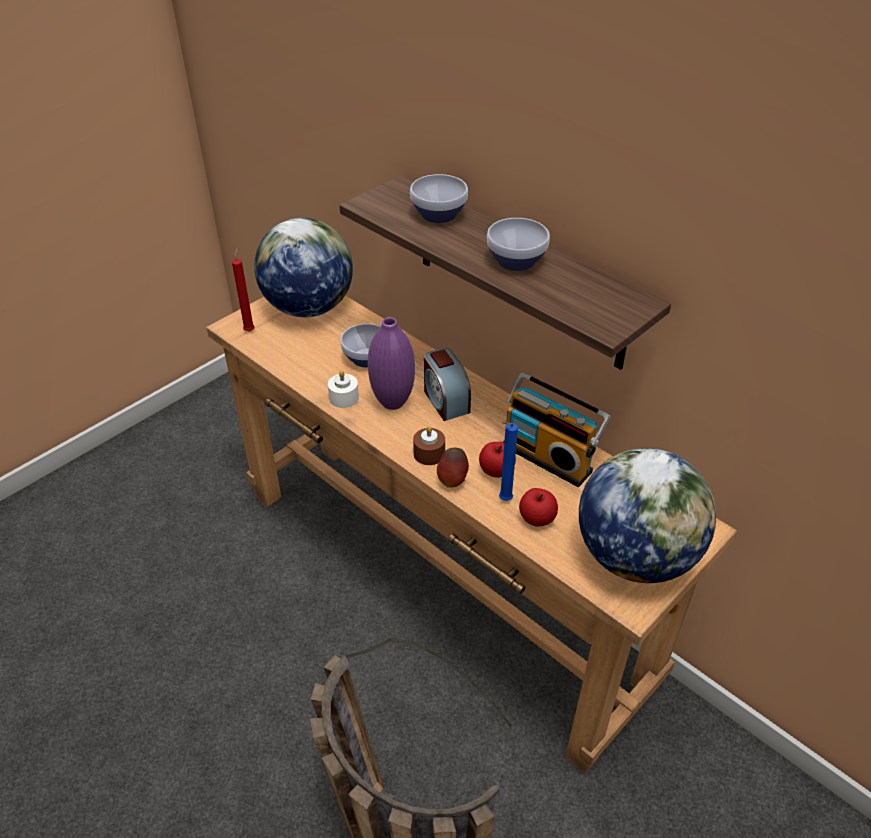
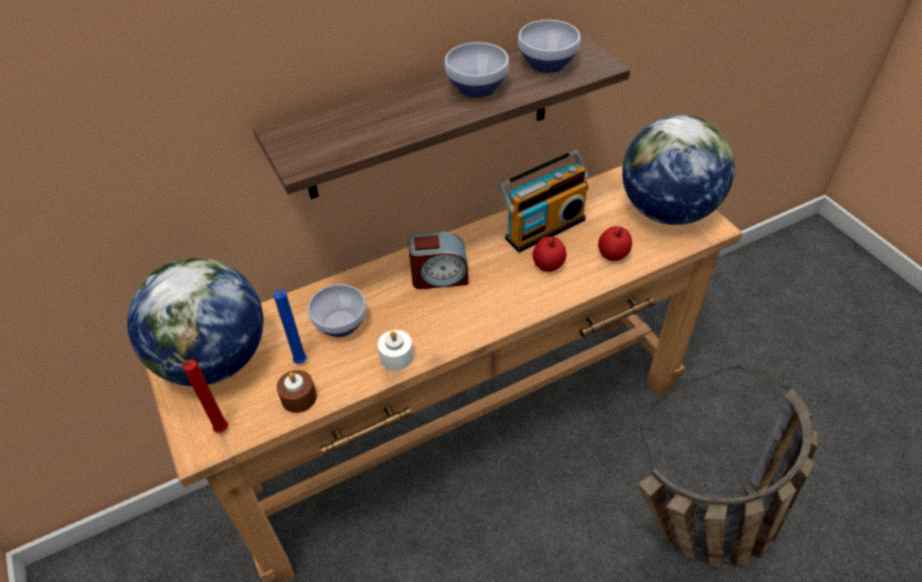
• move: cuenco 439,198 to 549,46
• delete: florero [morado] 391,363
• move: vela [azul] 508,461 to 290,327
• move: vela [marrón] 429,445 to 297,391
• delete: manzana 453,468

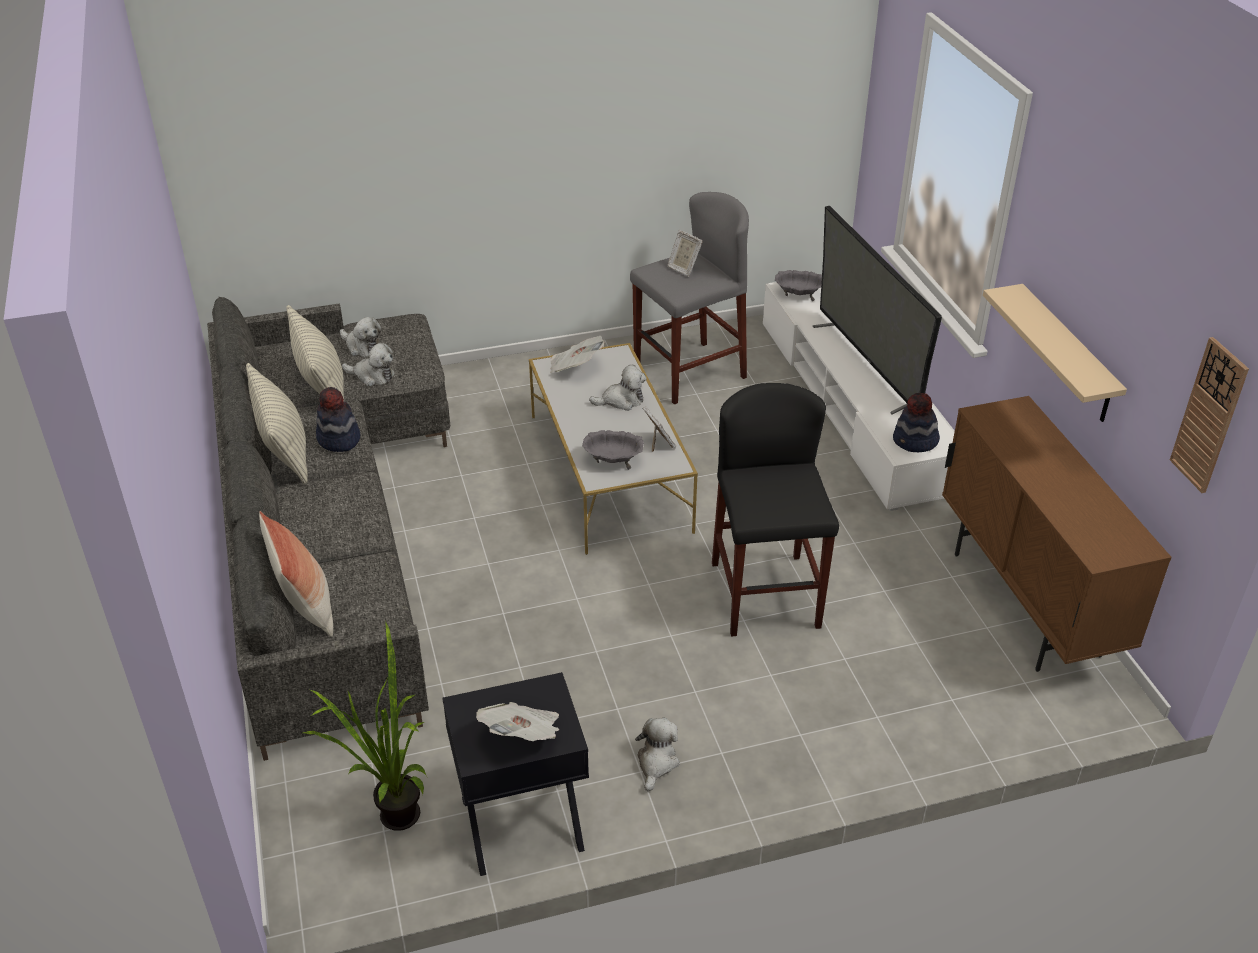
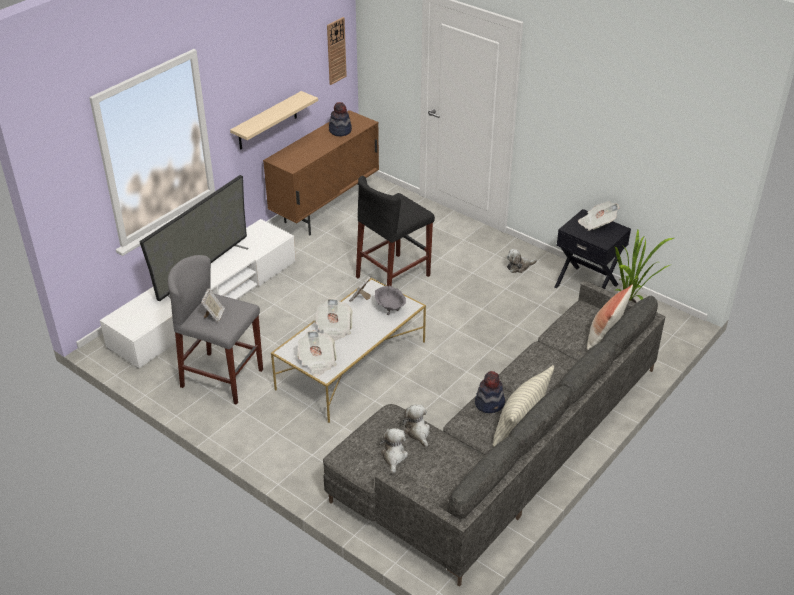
• delete: cuenco [gris] 798,285
• delete: cojín 315,353
• replace: peluche 618,388 to periódico 334,319
• move: sombrero 916,422 to 340,119

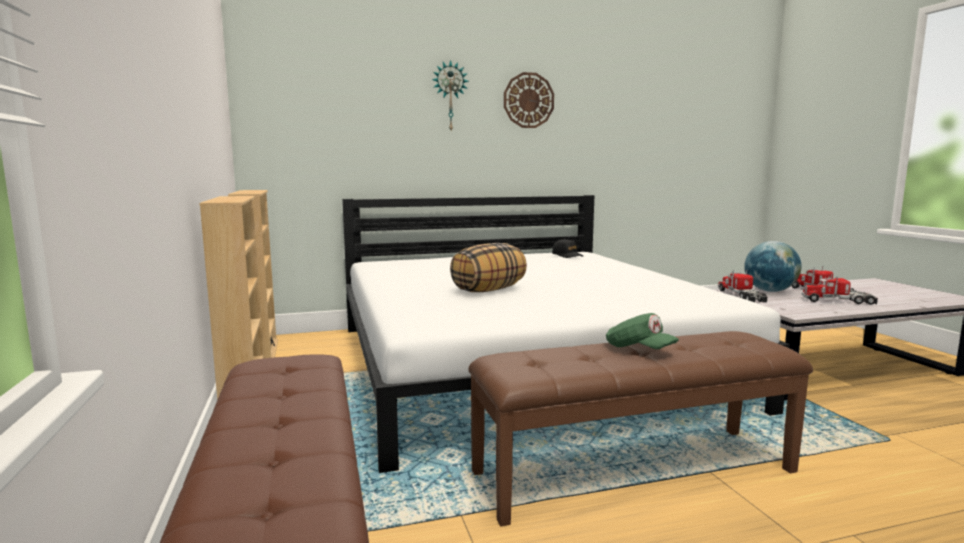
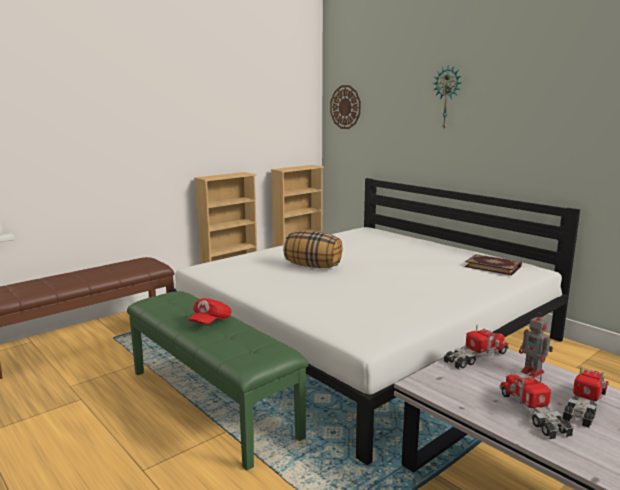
• move: reloj de pared 529,100 to 345,107
• replace: gorra [negro] 567,248 to libro 493,264
• replace: globo terráqueo 773,266 to robot de juguete 536,345
• recolor: gorra [verde] 642,331 to gorra [rojo] 210,311
• recolor: banco [marrón] 640,428 to banco [verde] 217,381

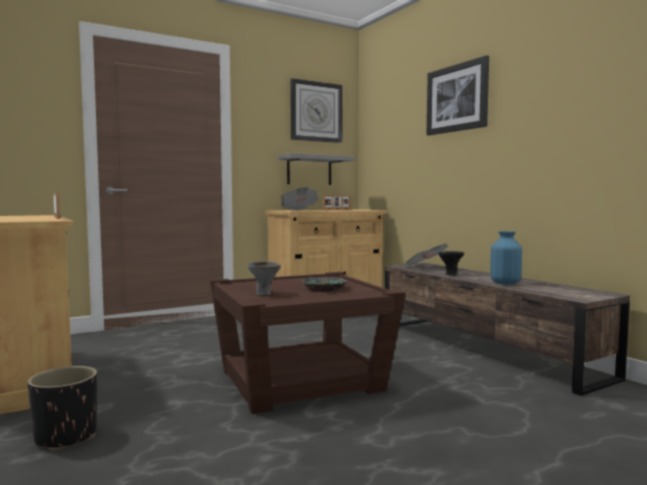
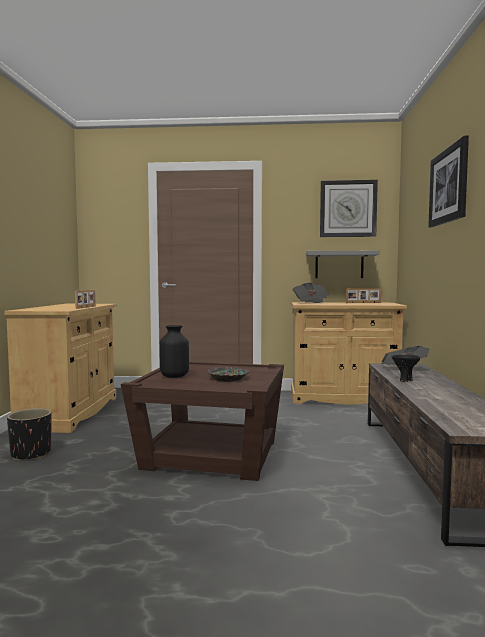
• delete: florero [azul] 506,258
• replace: cuenco [gris] 264,278 to florero [negro] 174,351

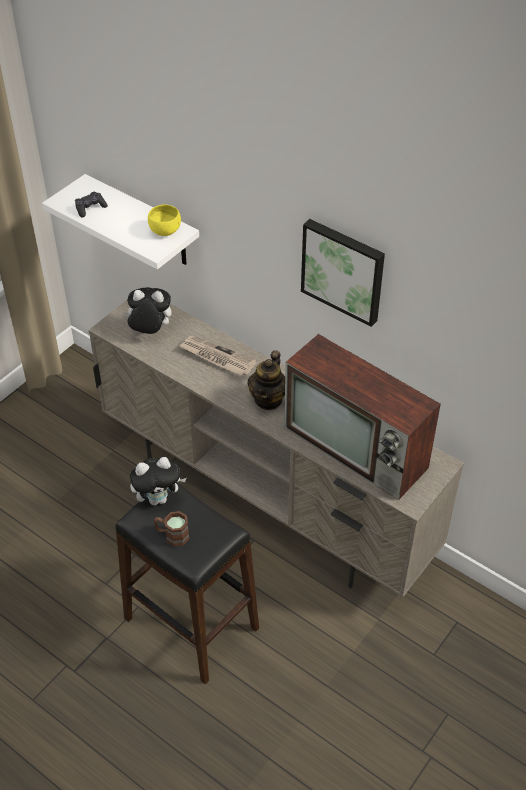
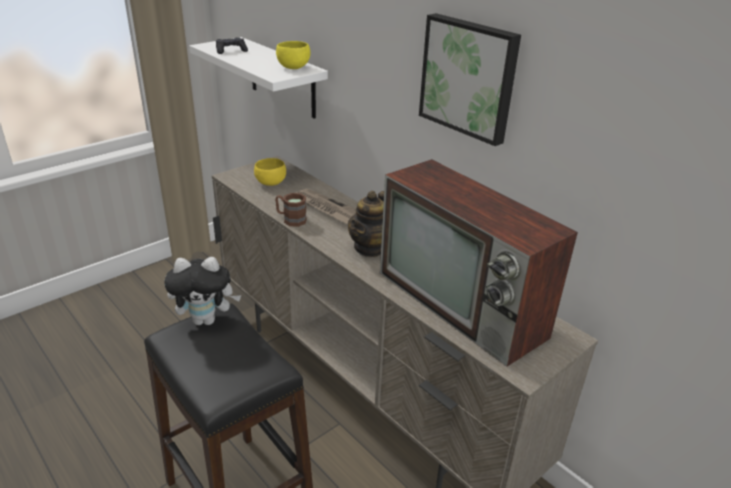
• replace: peluche 147,310 to cuenco [amarillo] 270,172
• move: taza grande [marrón] 171,528 to 291,210

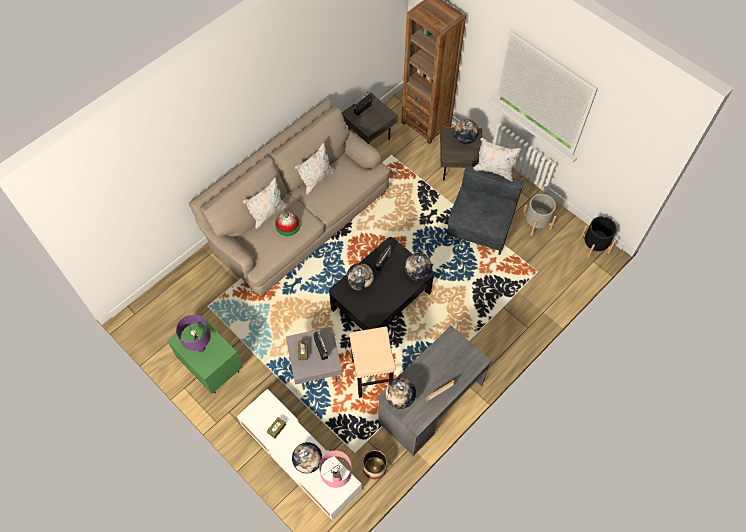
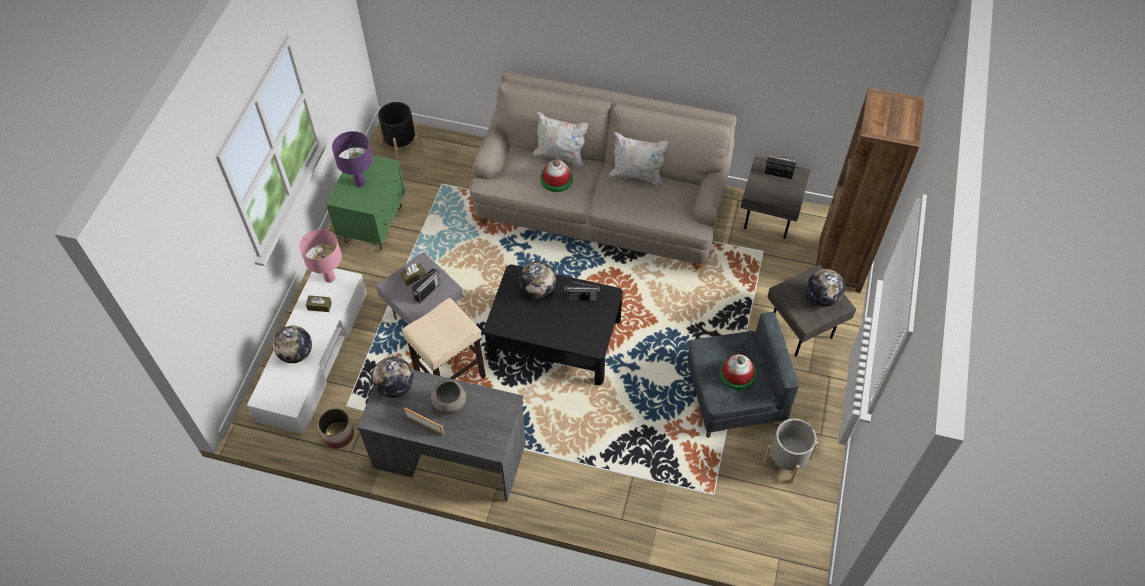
• delete: cojín [blanco] 497,159
• move: maceta [negro] 598,237 to 398,131
• delete: globo terráqueo 418,267
• move: lámpara de mesa [rosa] 335,469 to 320,256
• insert: sombrero 737,372
• insert: cuenco [gris] 448,397

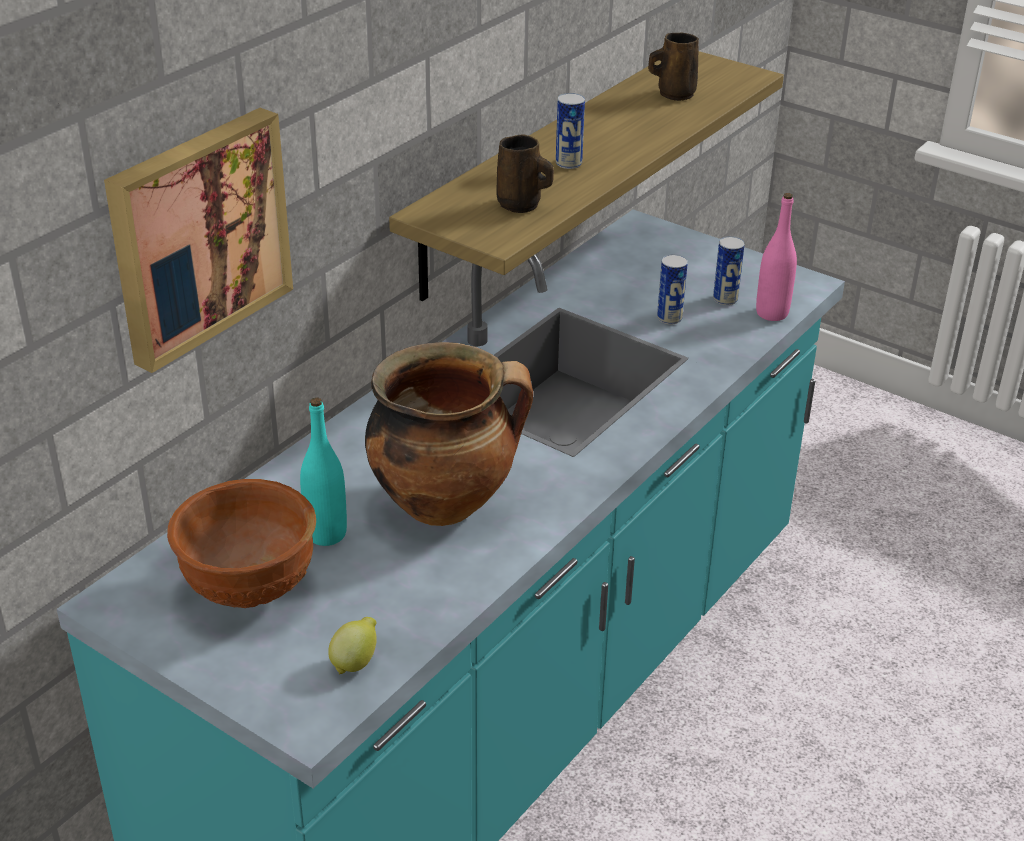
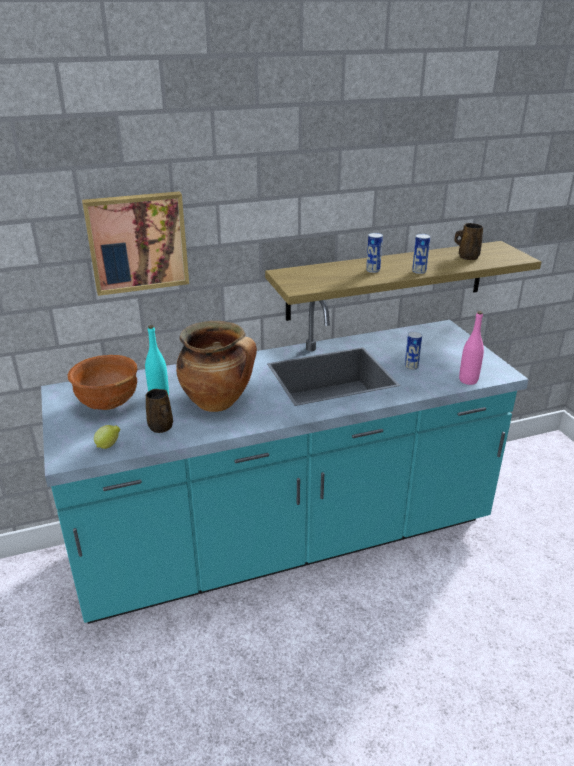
• move: taza grande [marrón] 525,173 to 159,411
• move: lata 729,270 to 421,254

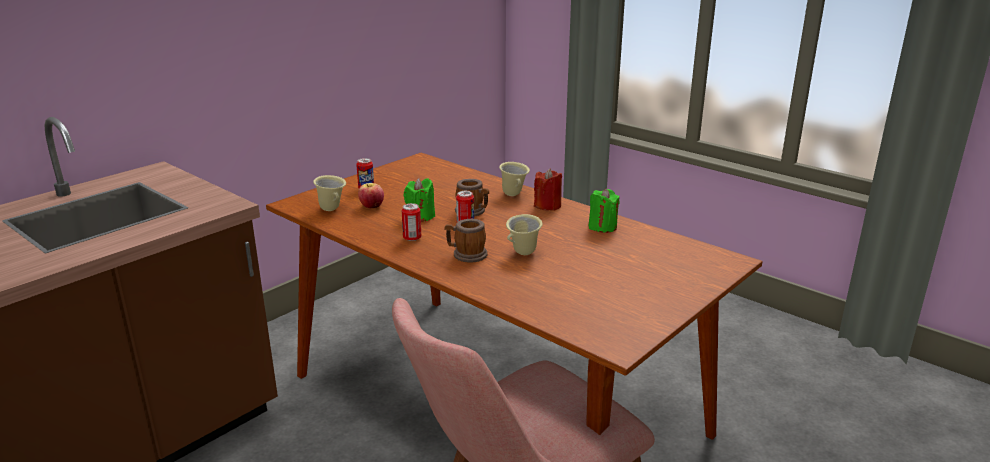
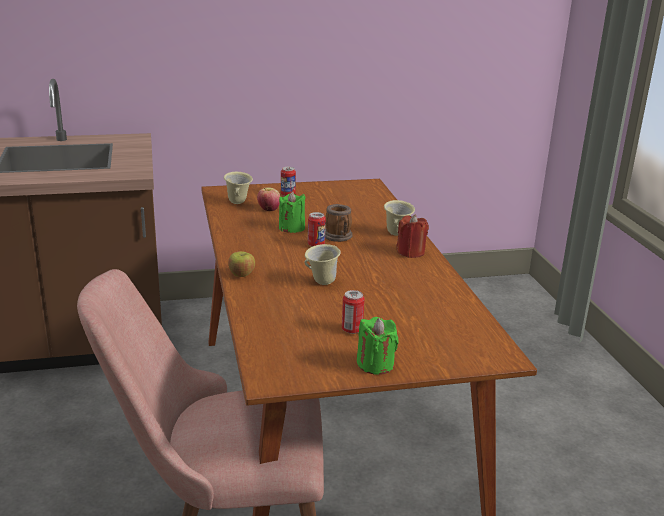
• move: vela [verde] 604,210 to 378,346
• move: lata 411,222 to 353,312
• delete: taza grande 466,240
• insert: manzana 241,264

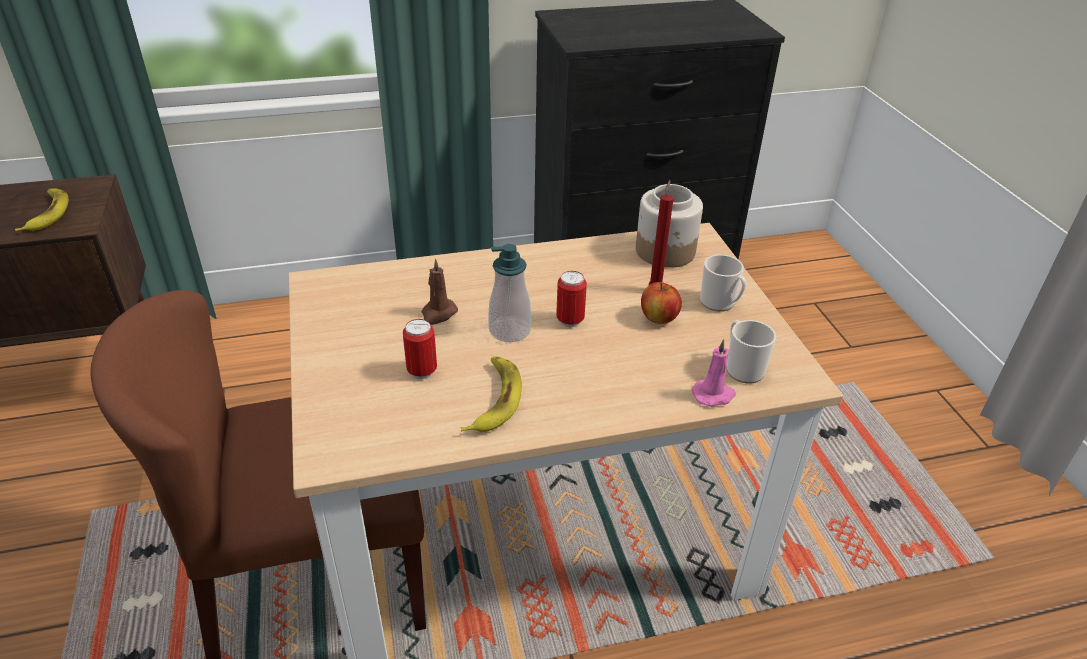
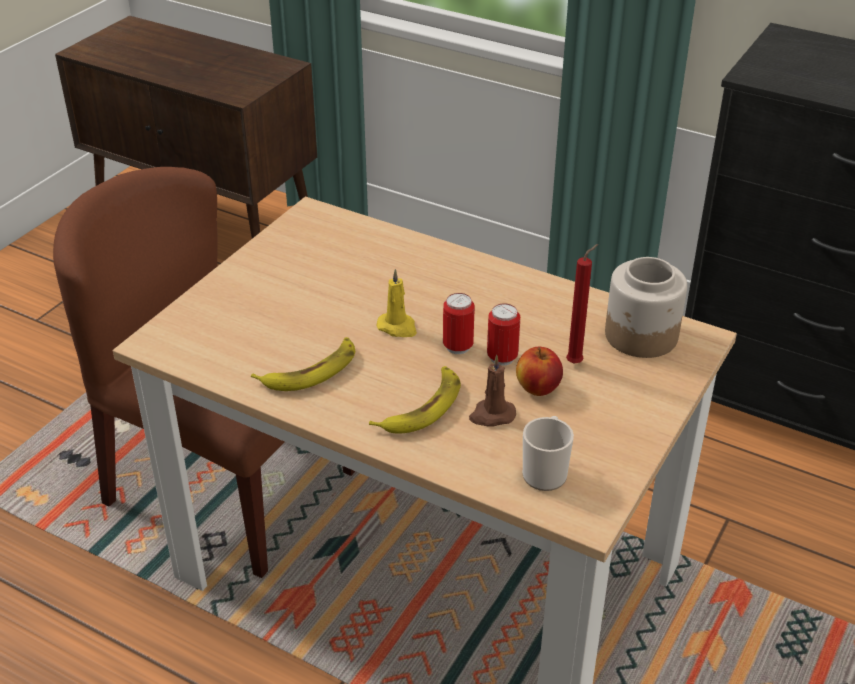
• move: plátano 42,209 to 415,400
• replace: dispensador de jabón 509,293 to vela [amarillo] 397,303
• delete: taza grande 723,283
• move: vela [marrón] 440,291 to 492,391
• move: lata 420,349 to 503,335
• delete: vela [rosa] 714,373

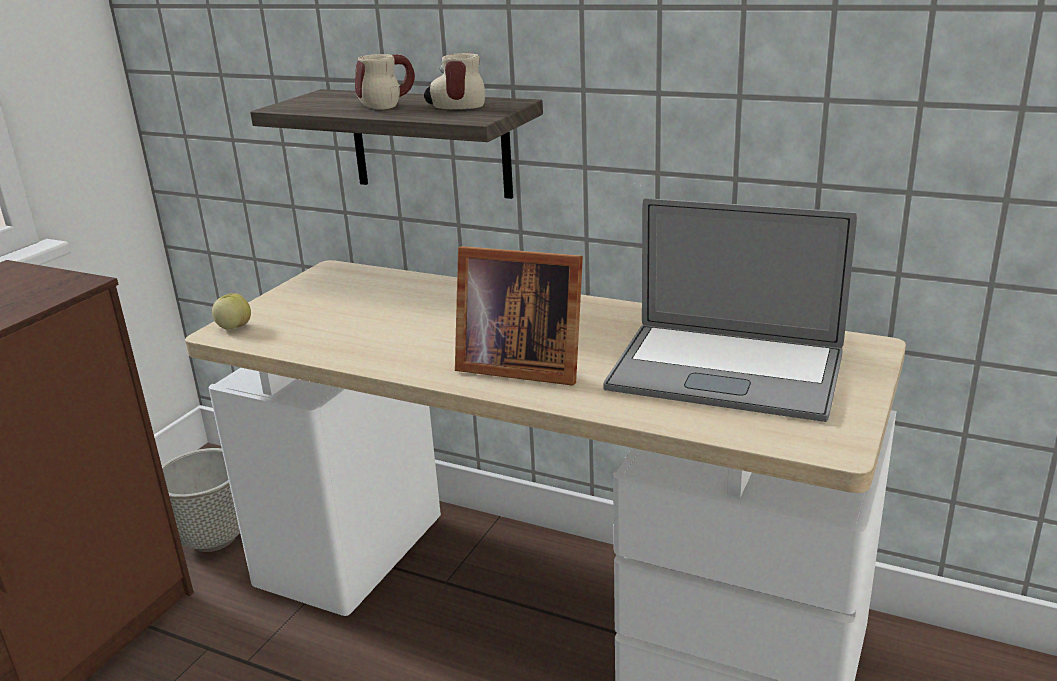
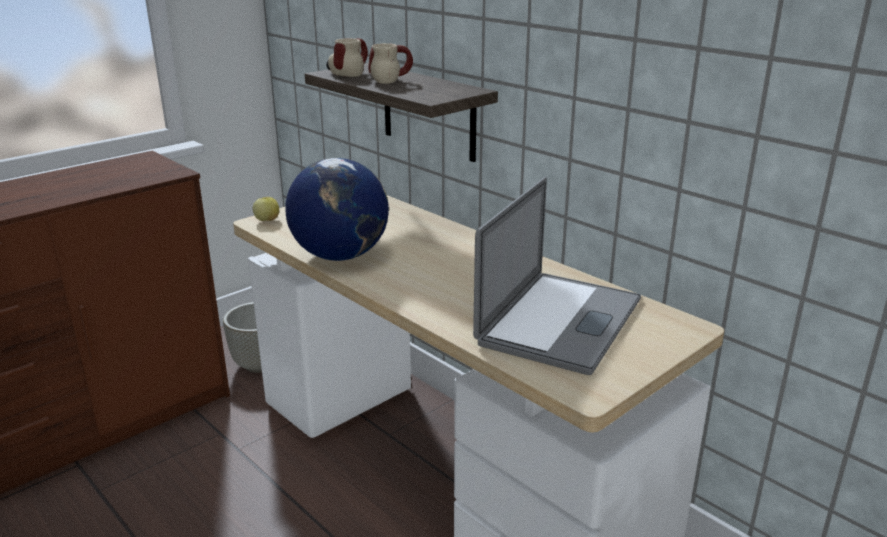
• move: taza grande 454,81 to 347,57
• rotate: portátil 730,310 = 557,276 105 degrees counterclockwise
• delete: portarretratos 519,316
• insert: globo terráqueo 337,209

